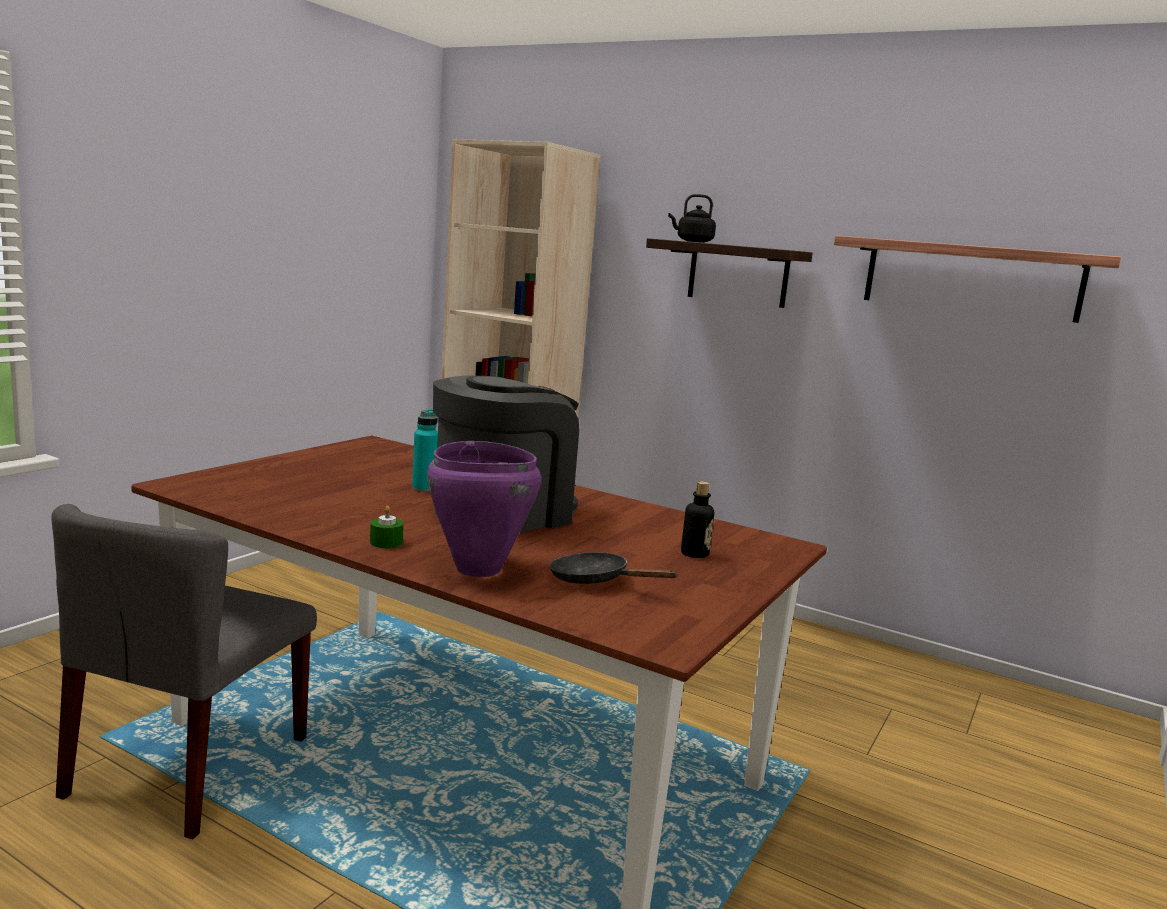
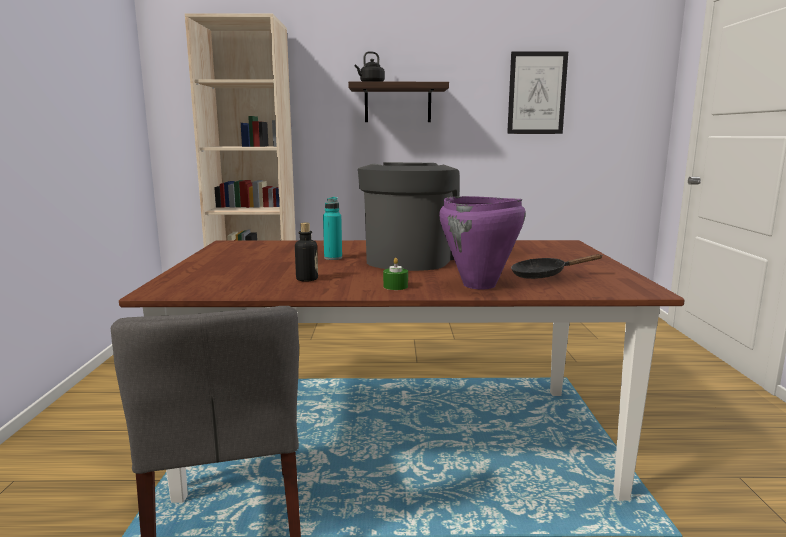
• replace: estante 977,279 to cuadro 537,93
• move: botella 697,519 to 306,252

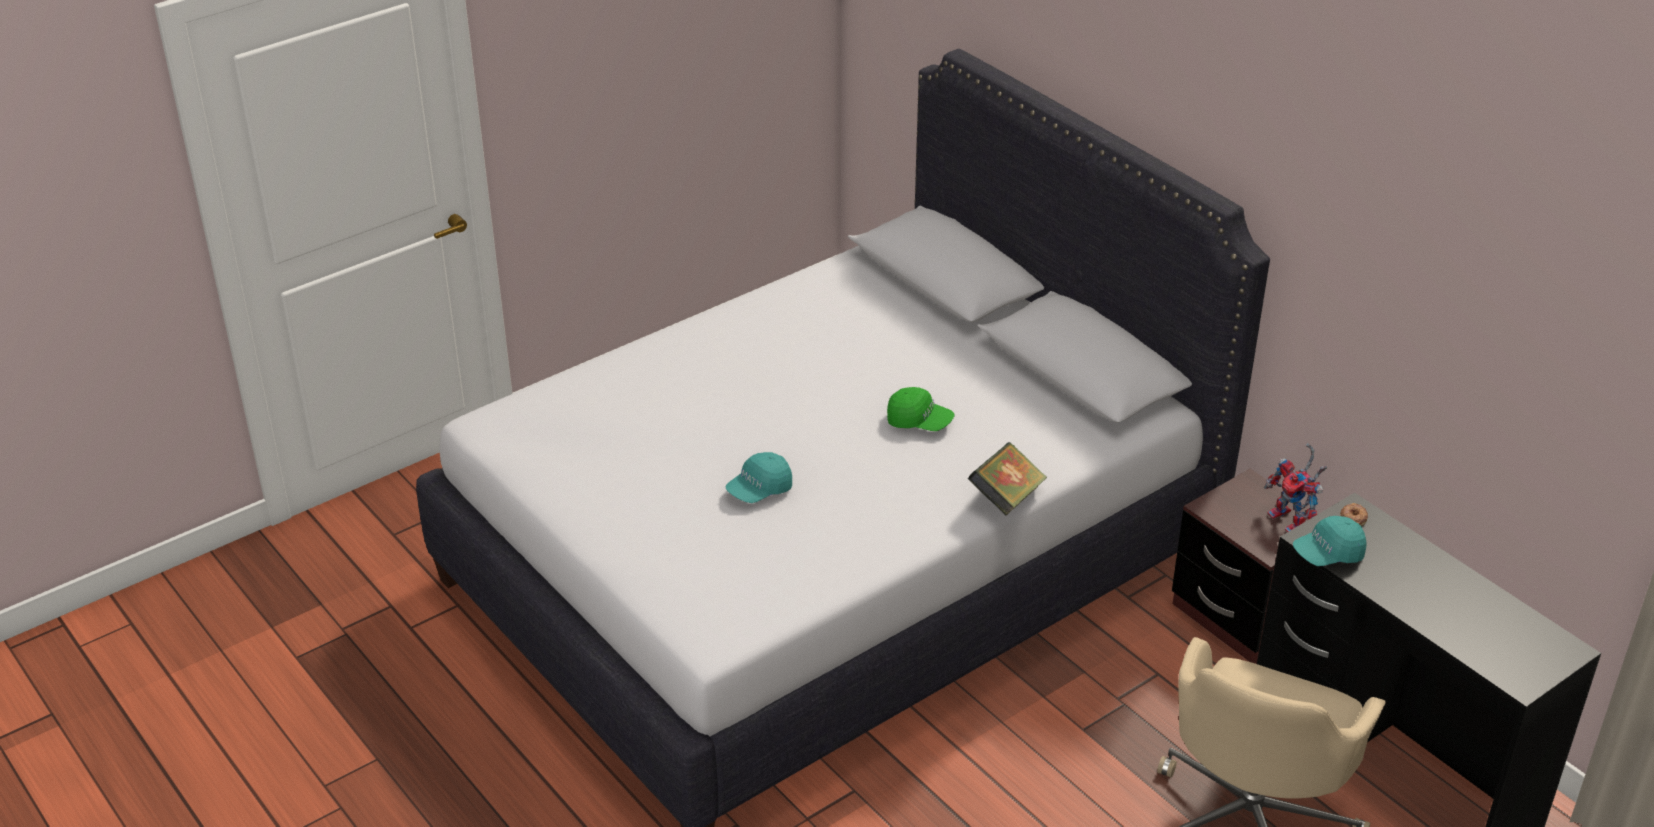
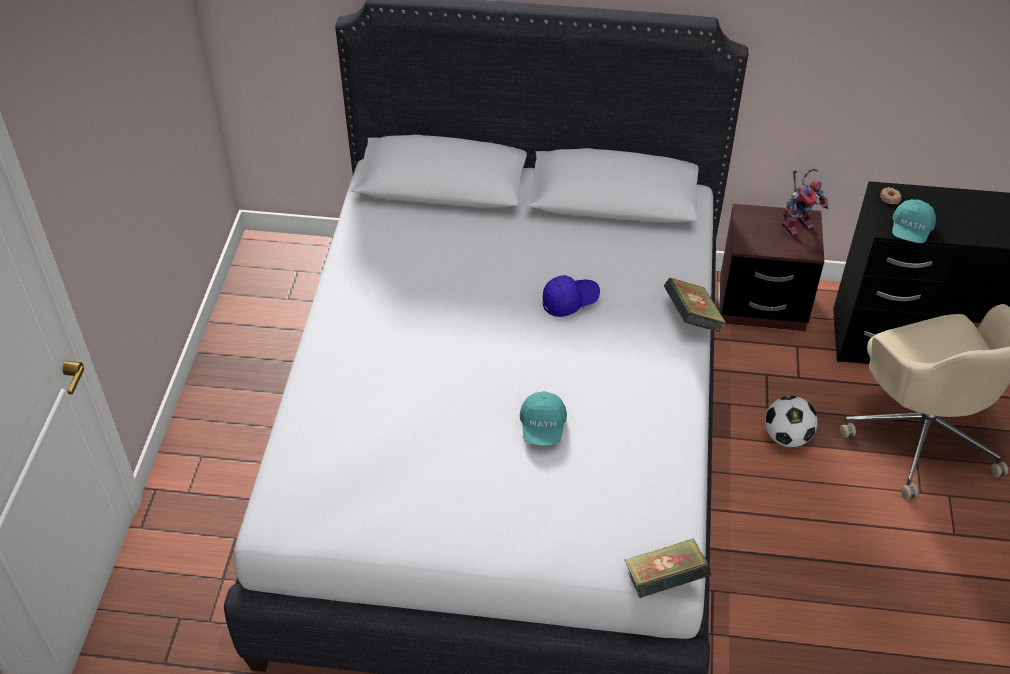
• recolor: gorra [verde] 920,409 to gorra [azul] 571,296
• rotate: robot de juguete 1295,487 = 805,202 45 degrees counterclockwise
• insert: balón de fútbol 791,422
• insert: libro 668,568

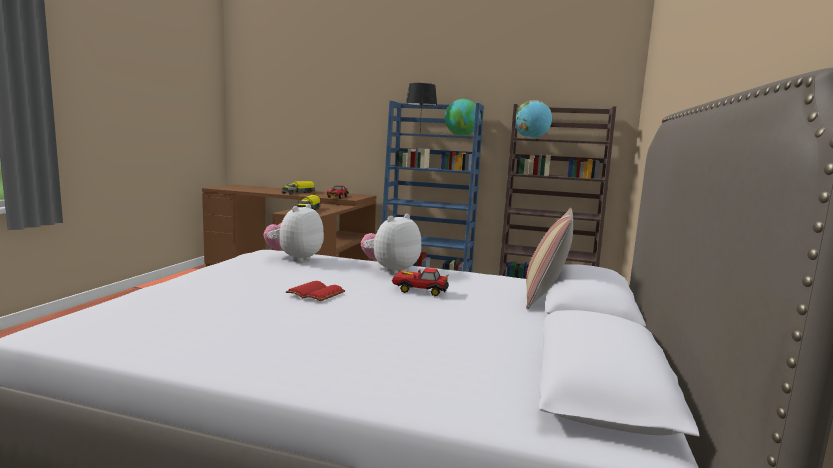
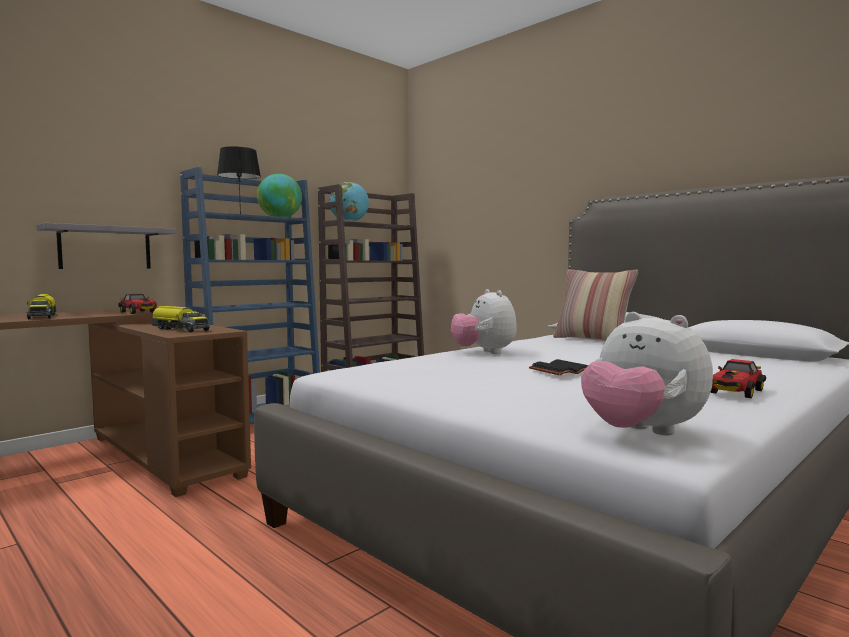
• move: peluche 293,233 to 647,373
• move: coche de juguete 420,282 to 738,379
• recolor: libro [rojo] 315,291 to libro [negro] 558,367
• insert: estante [gris] 106,246

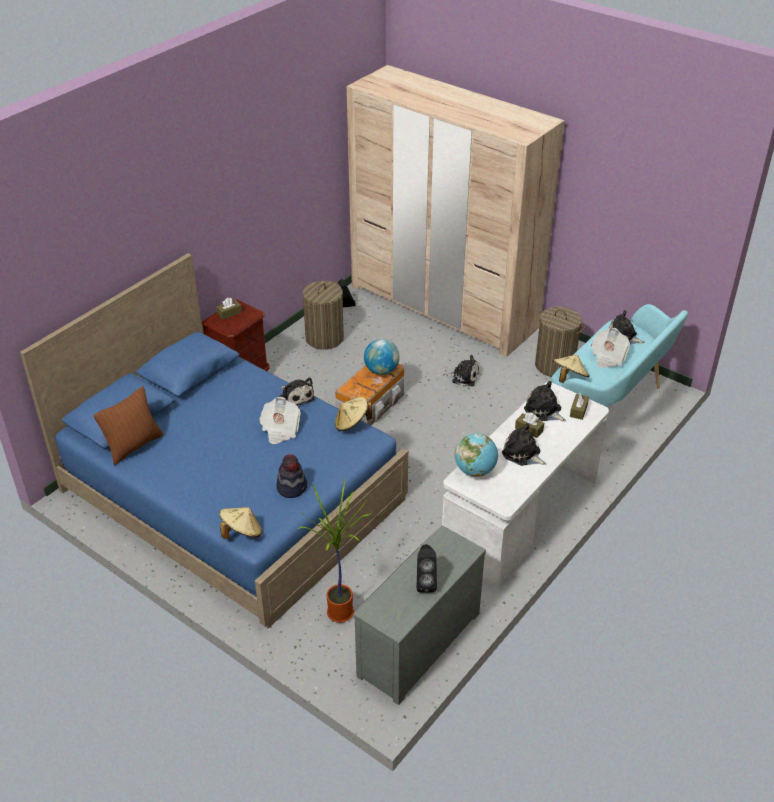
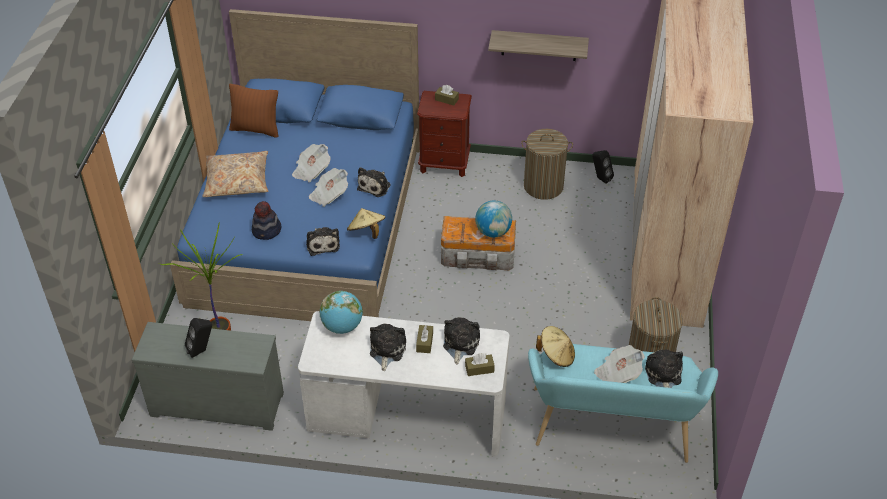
• move: peluche 461,370 to 323,241
• delete: sombrero [beis] 241,523
• insert: estante 538,45
• insert: periódico 311,163
• insert: cojín [beis] 235,174

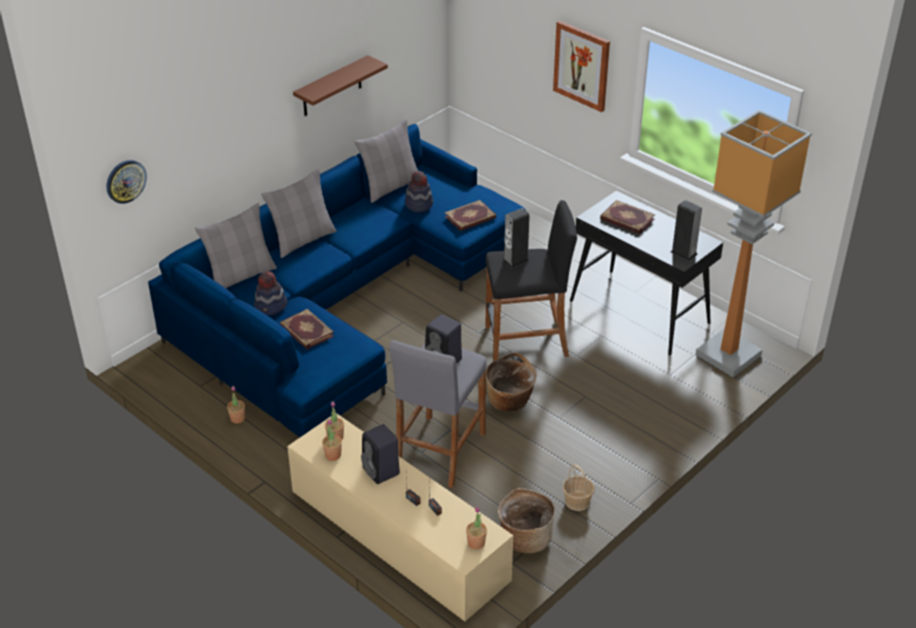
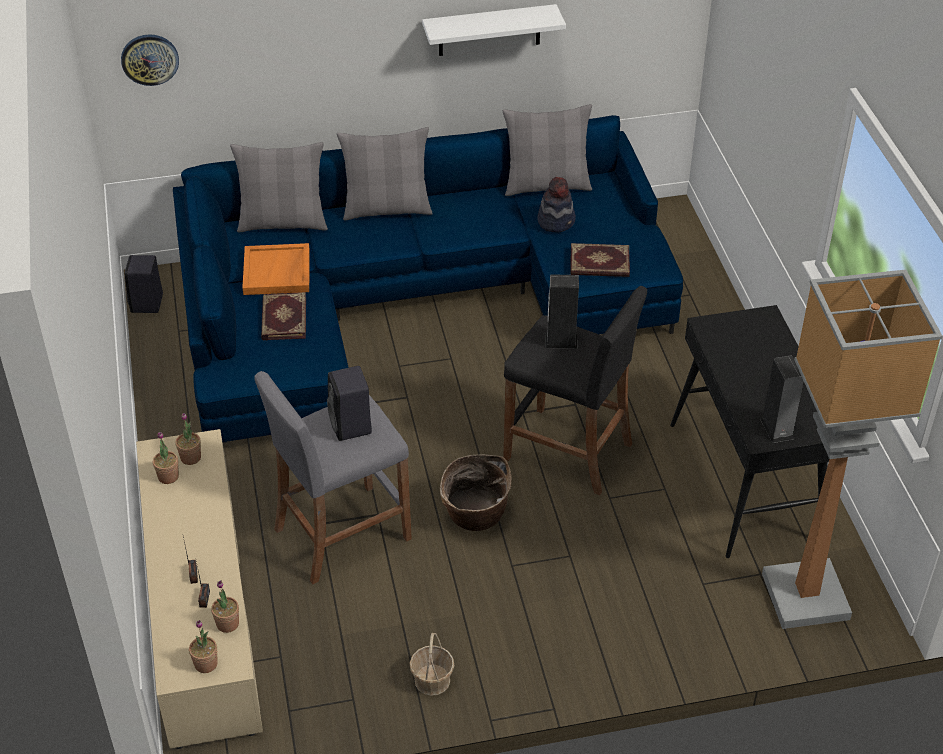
• delete: cuadro 581,66
• recolor: estante [marrón] 340,85 to estante [blanco] 494,30
• delete: libro 627,217
• replace: sombrero 270,293 to bandeja [naranja] 276,269
• move: planta en maceta 236,404 to 225,606
• move: altavoz [negro] 380,454 to 144,284
• delete: cesta 526,520

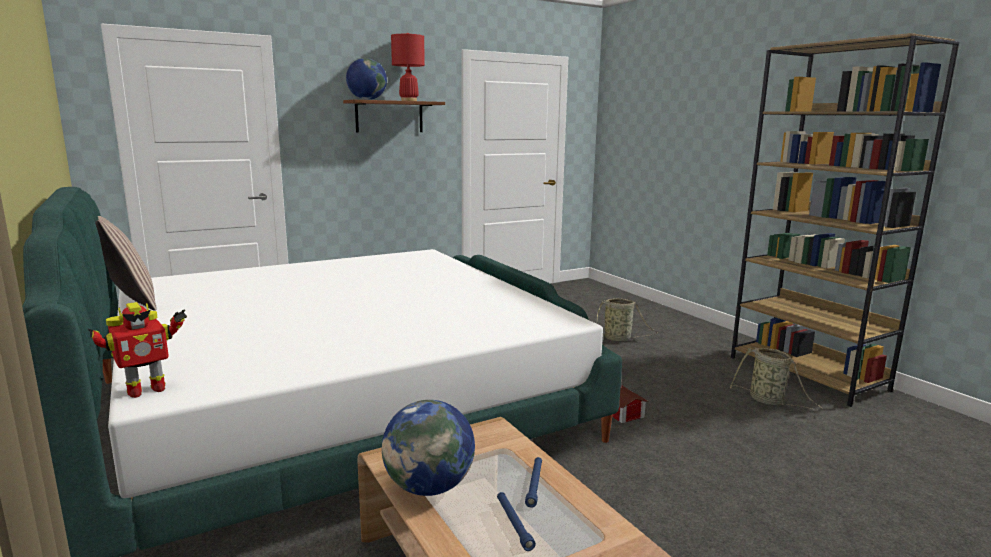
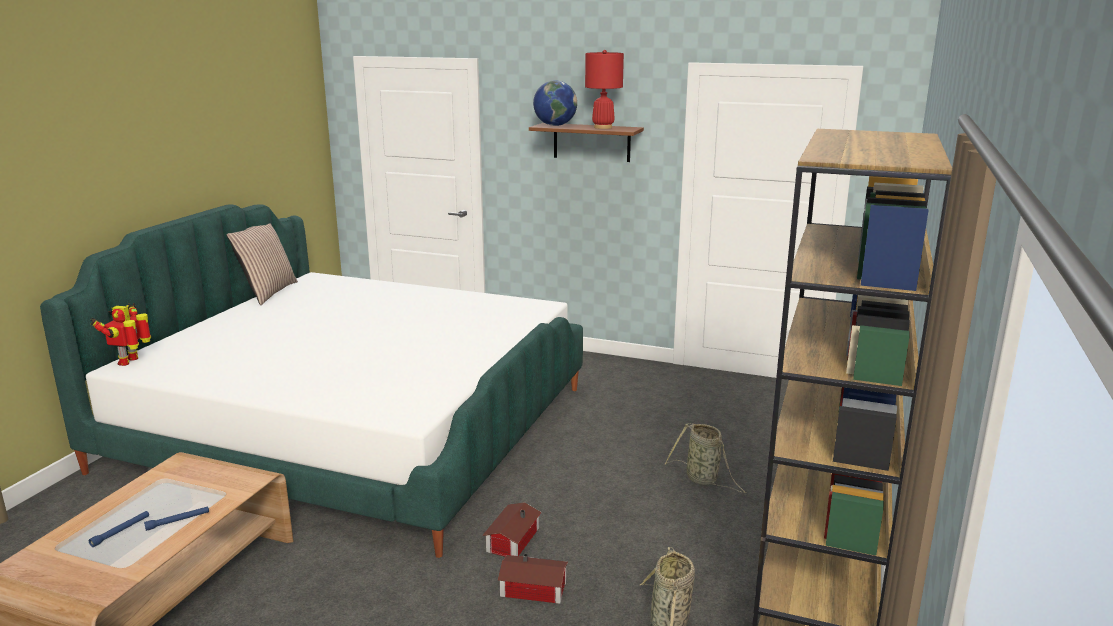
• rotate: robot de juguete 137,350 = 120,334 90 degrees clockwise
• delete: globo terráqueo 428,448
• insert: casita 533,579

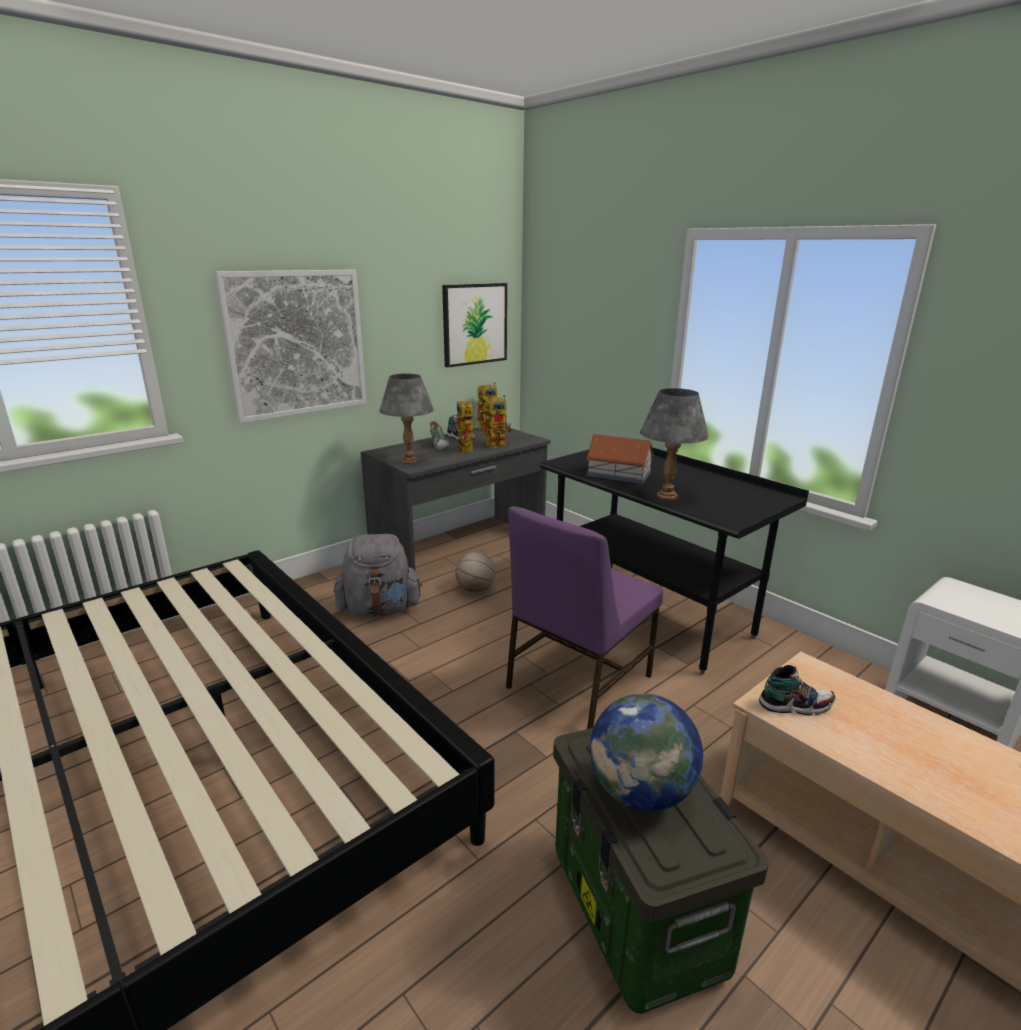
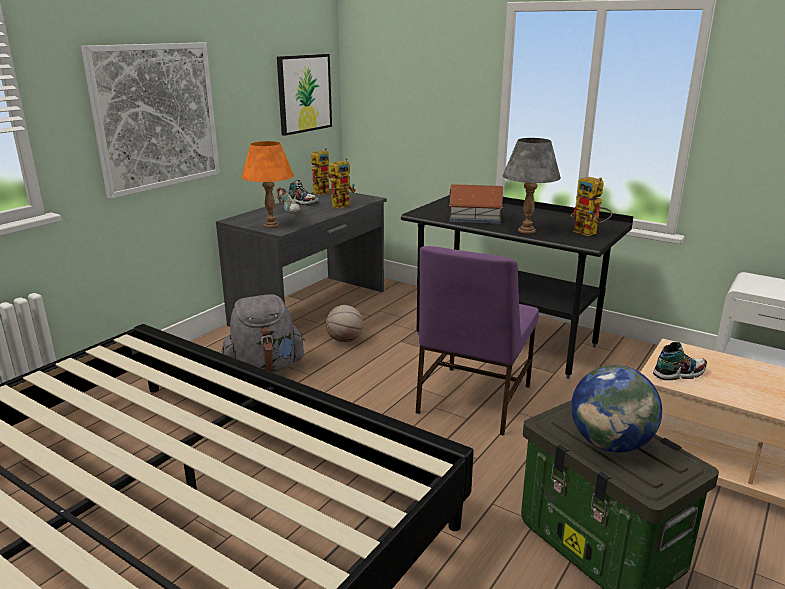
• recolor: lámpara de mesa [gris] 407,419 to lámpara de mesa [naranja] 268,184
• move: robot de juguete 469,427 to 591,206

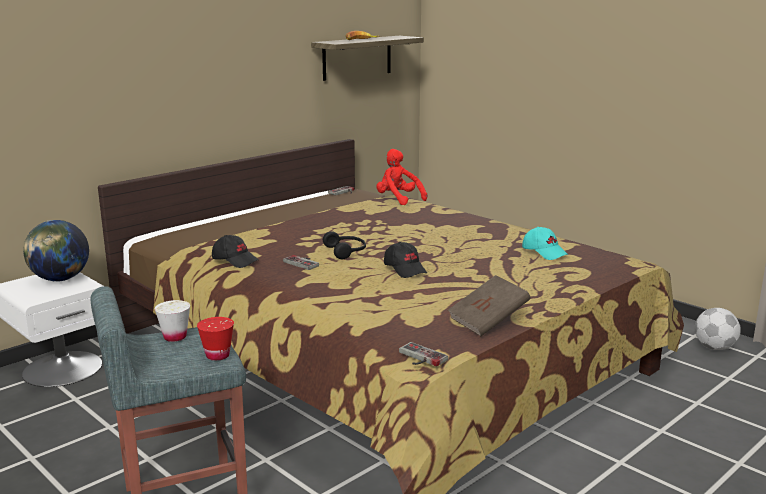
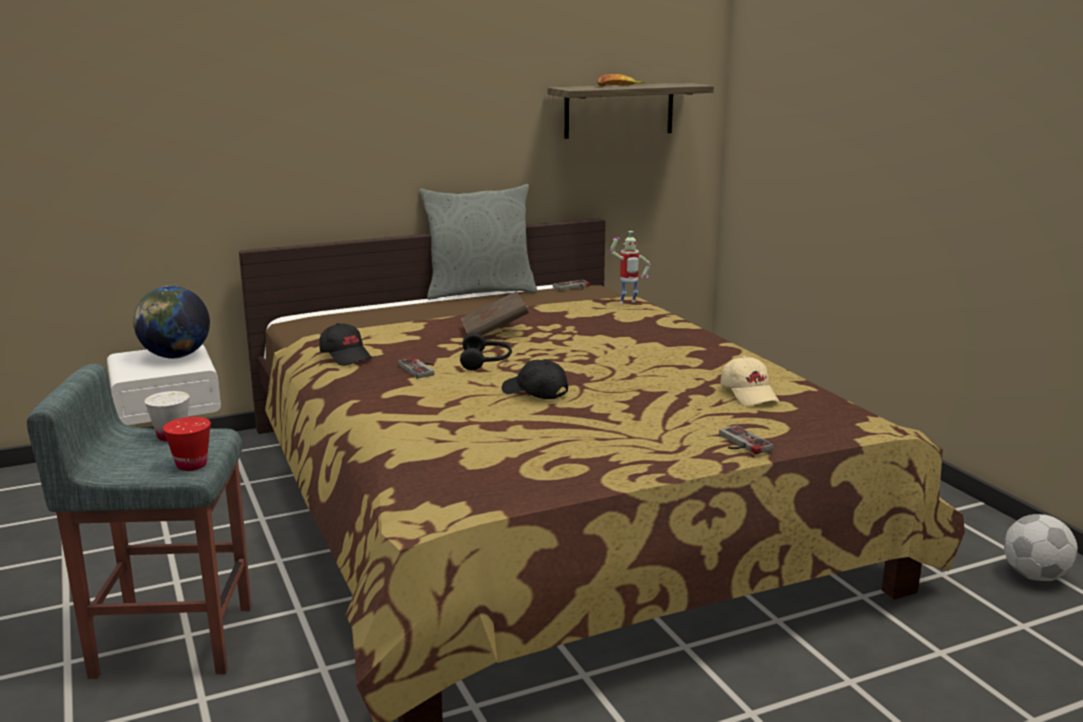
• replace: peluche [rojo] 401,177 to robot de juguete 630,267
• recolor: gorra [turquesa] 545,243 to gorra [beis] 750,381
• rotate: gorra [negro] 405,260 = 535,379 135 degrees clockwise
• move: libro [marrón] 489,305 to 495,313
• move: mando de consola 423,354 to 746,440
• insert: cojín [gris] 478,242

